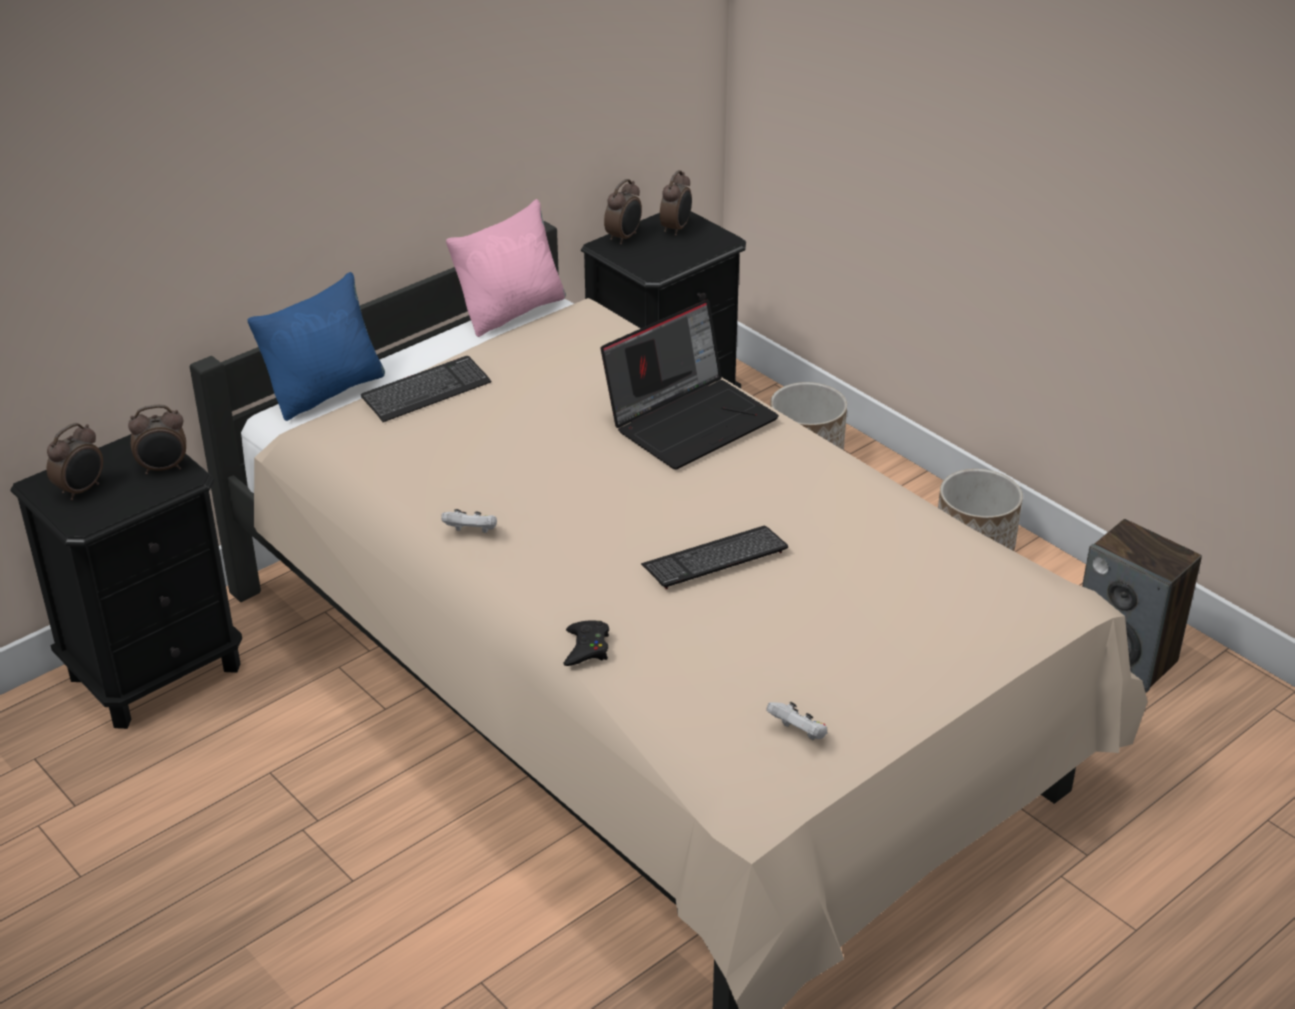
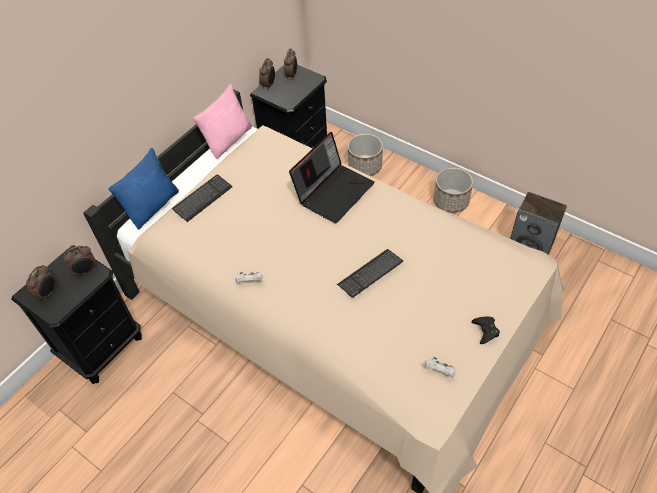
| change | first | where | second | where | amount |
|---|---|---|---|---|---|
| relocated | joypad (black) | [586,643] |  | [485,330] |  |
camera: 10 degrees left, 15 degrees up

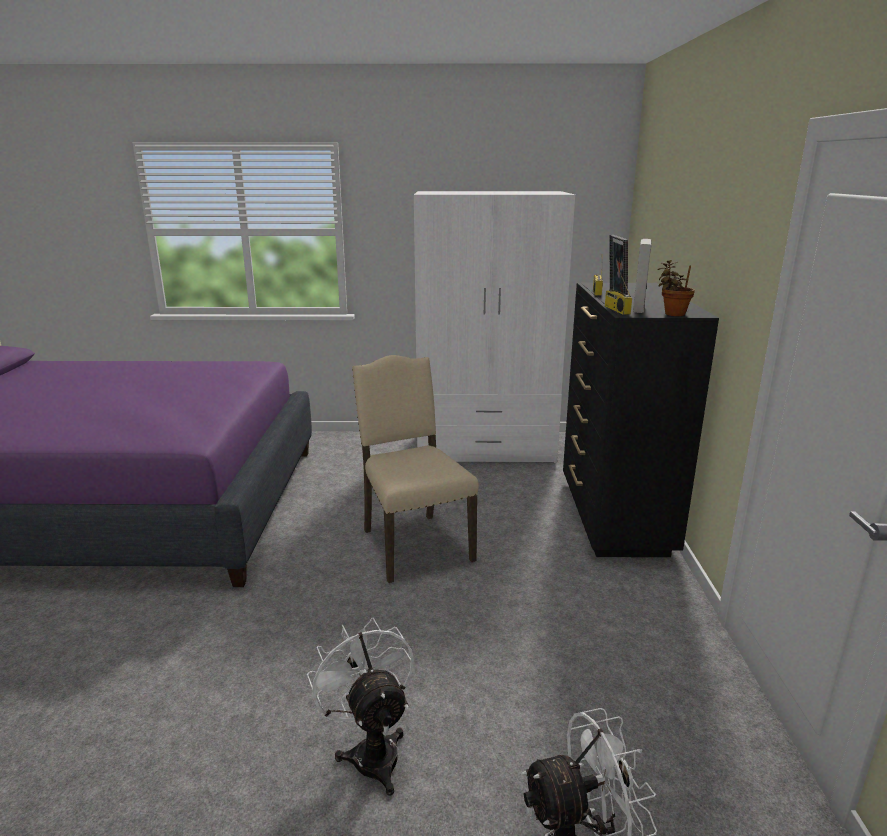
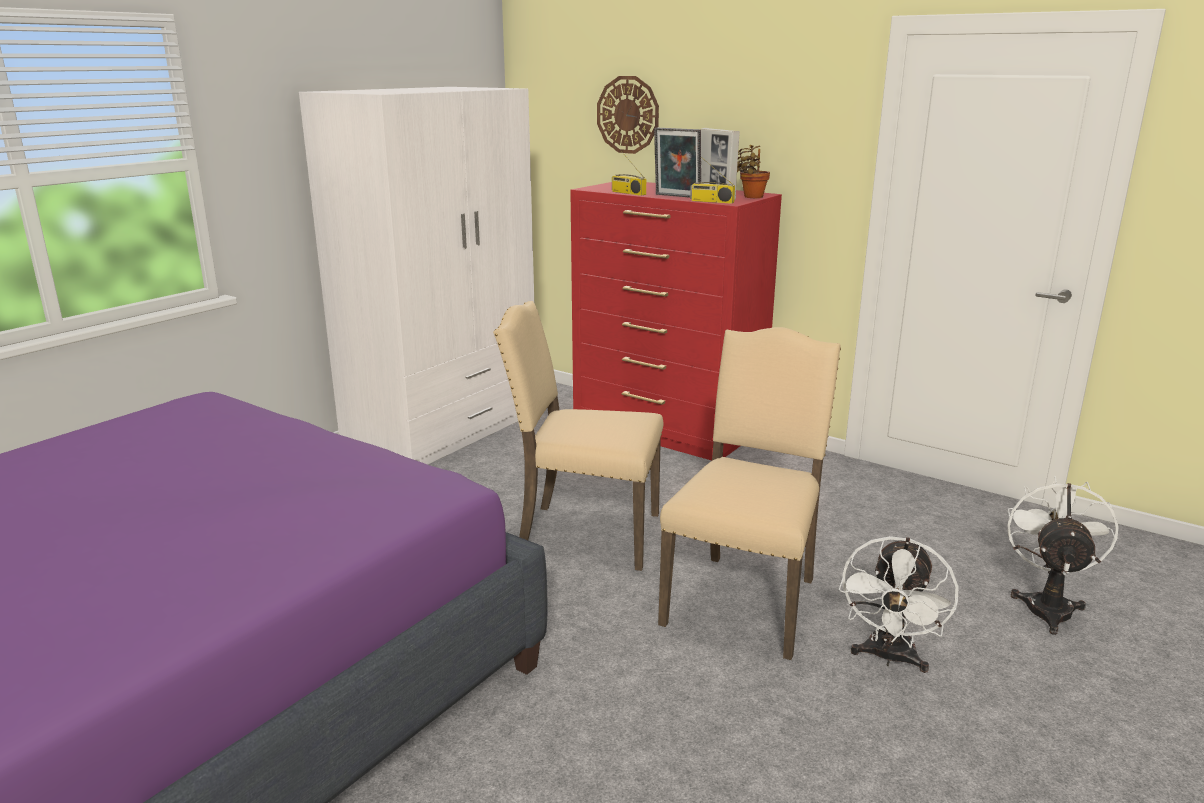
| change | first | where | second | where | amount |
|---|---|---|---|---|---|
| spun | cooling fan (white) | [360,706] |  | [898,604] | 75 degrees counterclockwise |
| colour | chest of drawers (black) | [641,420] | chest of drawers (reddish) | [676,321] |  |
| appeared |  |  | wall clock | [628,115] |  |
| appeared |  |  | plain chair (beige) | [749,493] |  |
camera: 55 degrees left, 0 degrees up

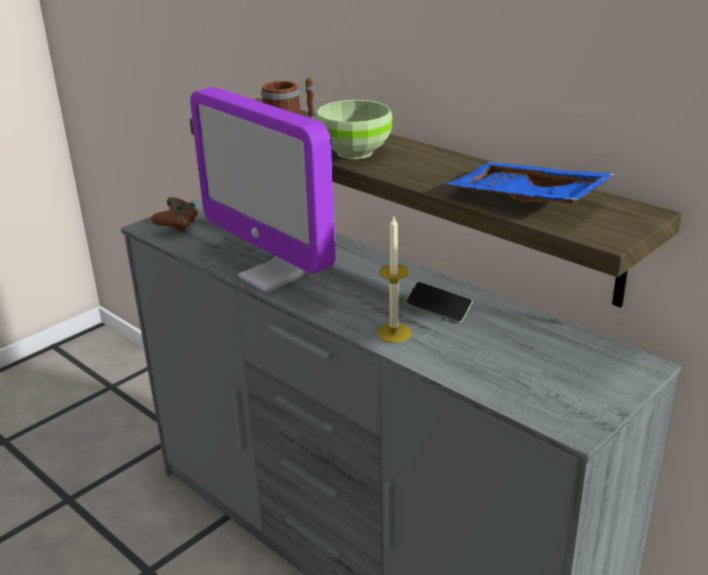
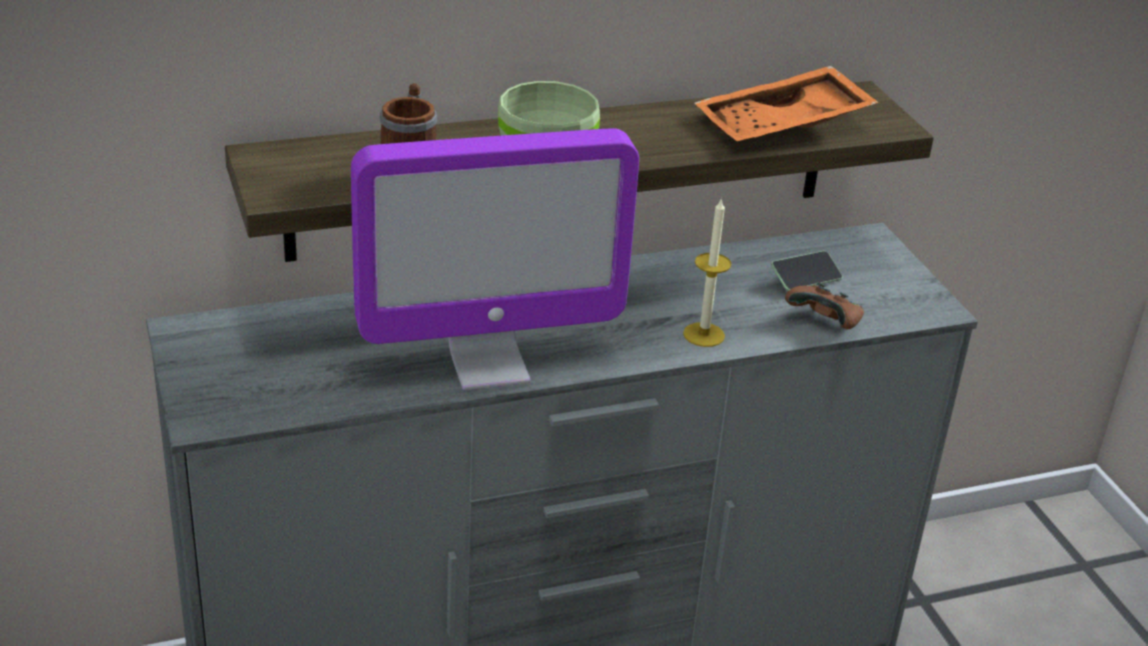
| change | first | where | second | where | amount |
|---|---|---|---|---|---|
| relocated | joypad (brownish) | [174,215] |  | [824,305] |  |
| relocated | handset | [439,302] |  | [807,271] |  |
| colour | serving tray (bluish) | [530,182] | serving tray (orange) | [786,103] |  |
camera: 65 degrees left, 5 degrees up

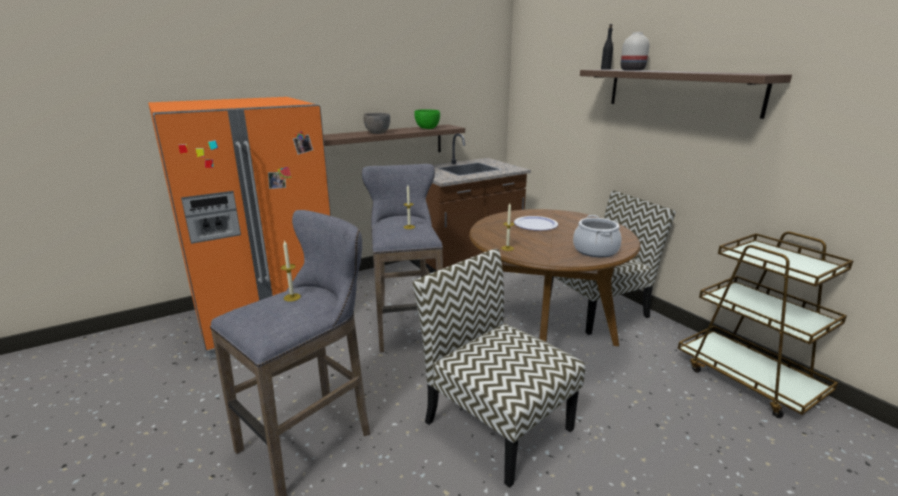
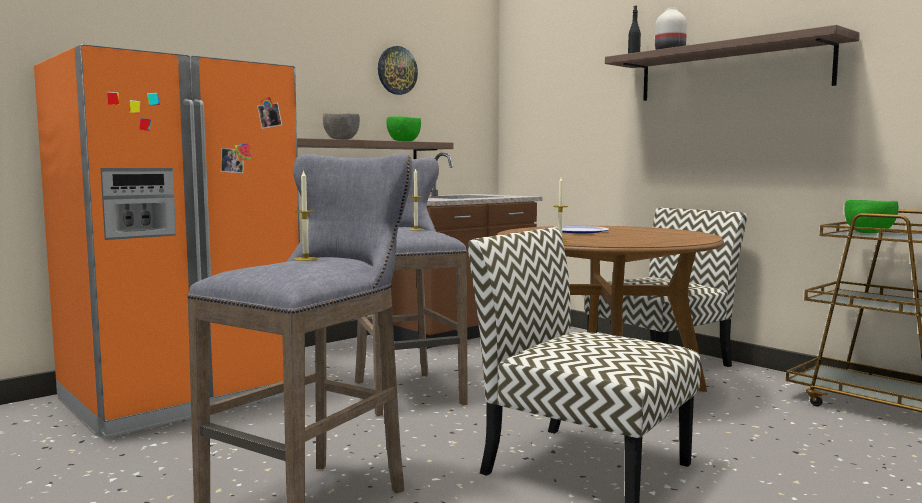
| change | first | where | second | where | amount |
|---|---|---|---|---|---|
| missing | saucepot | [597,236] |  |  |  |
| appeared |  |  | wall clock | [398,70] |  |
| appeared |  |  | bowl (green-coloured) | [871,216] |  |
camera: 10 degrees left, 15 degrees down

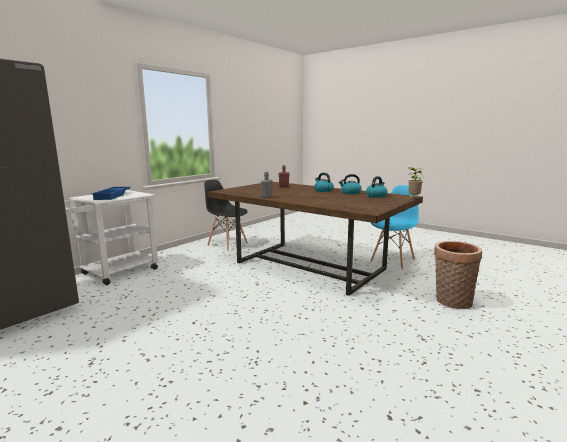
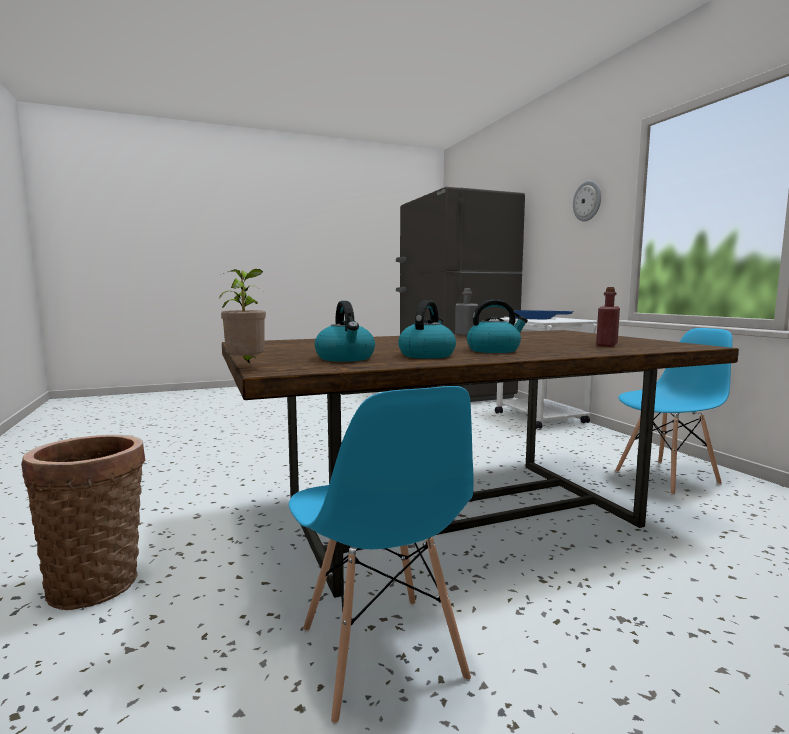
| change | first | where | second | where | amount |
|---|---|---|---|---|---|
| colour | plain chair (black) | [226,215] | plain chair (bluish) | [673,411] |  |
| appeared |  |  | wall clock | [587,201] |  |
camera: 120 degrees right, 5 degrees down

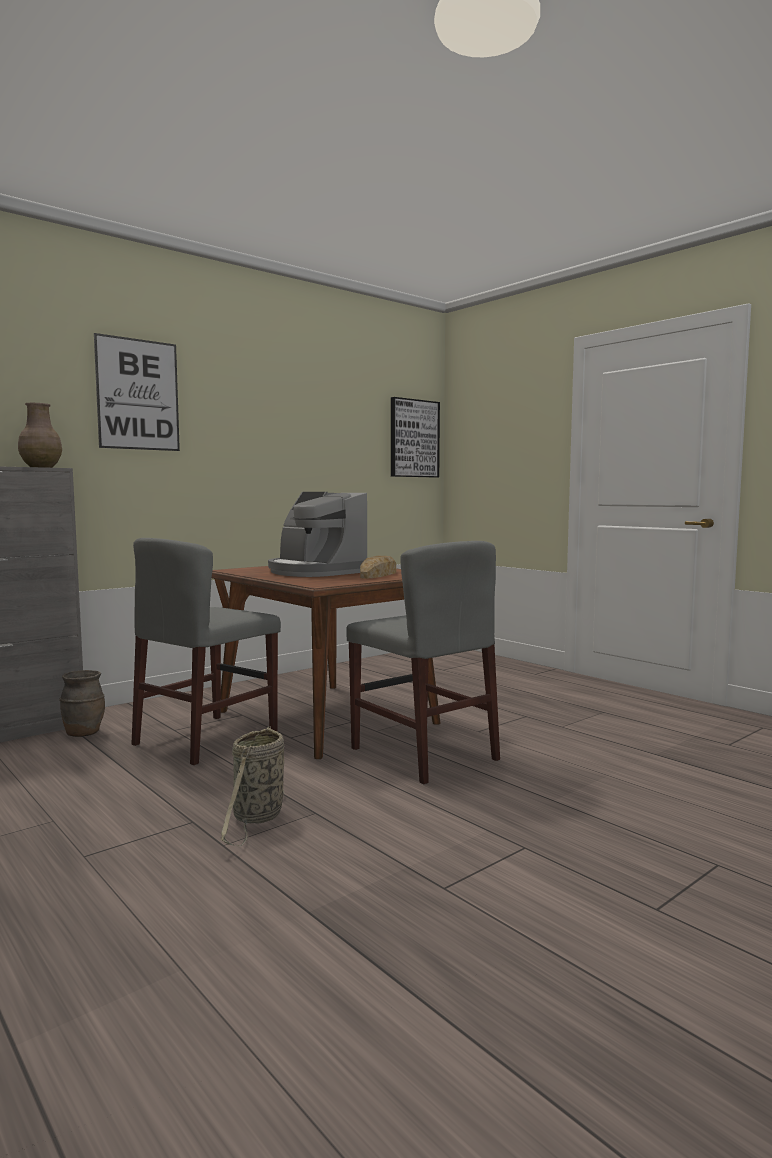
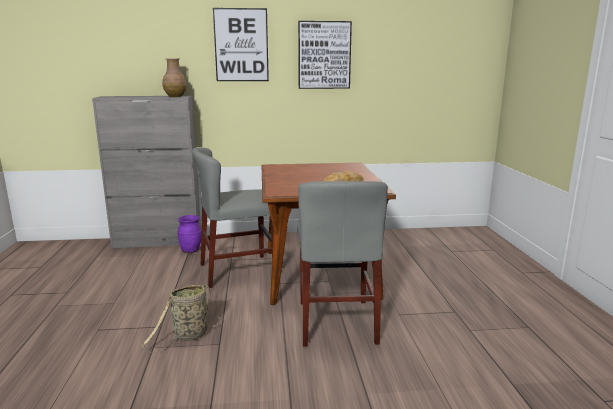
| change | first | where | second | where | amount |
|---|---|---|---|---|---|
| colour | decorative vase (brownish) | [82,703] | decorative vase (purplish) | [189,234] |  |
| missing | coffee brewer | [317,534] |  |  |  |
| relocated | wall art | [415,437] |  | [325,55] |  |
camera: 35 degrees right, 10 degrees up

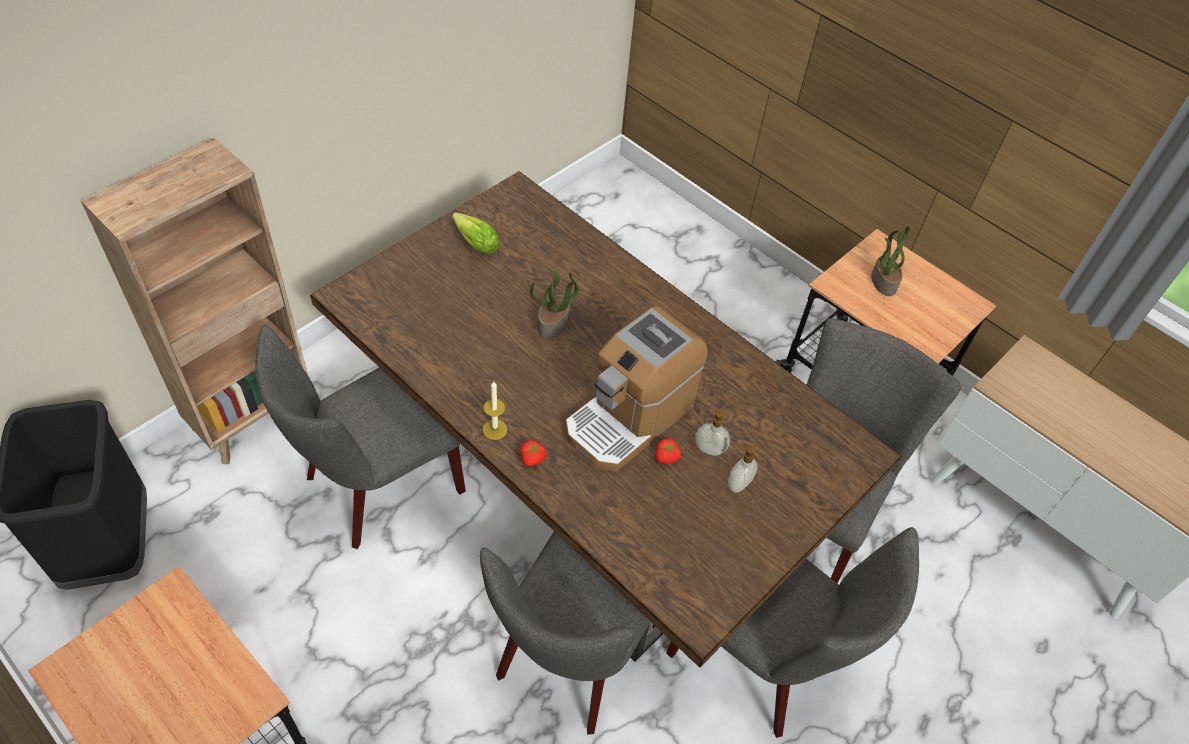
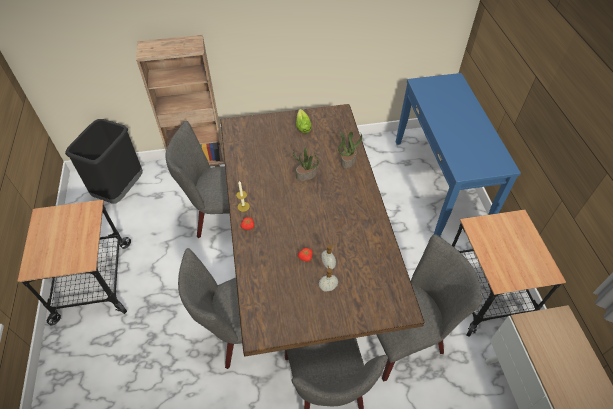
| change | first | where | second | where | amount |
|---|---|---|---|---|---|
| missing | coffee brewer | [636,389] |  |  |  |
| relocated | houseplant | [890,261] |  | [350,150] |  |
| appeared |  |  | hall table (bluish) | [458,154] |  |
camera: 40 degrees right, 0 degrees up

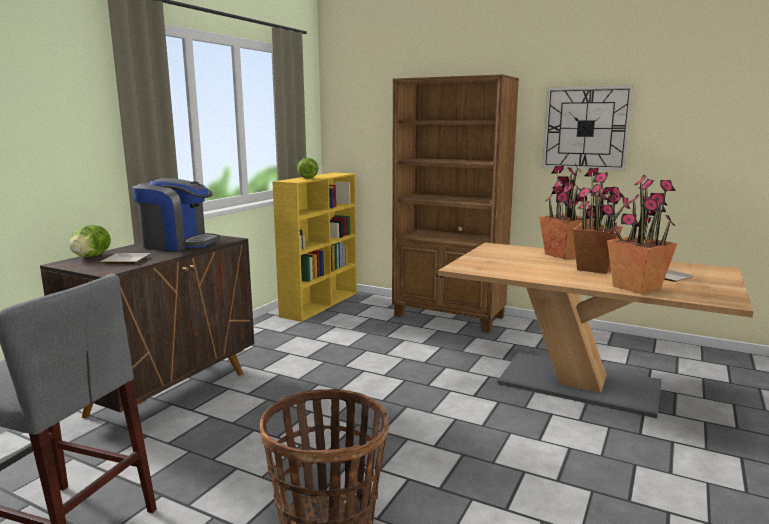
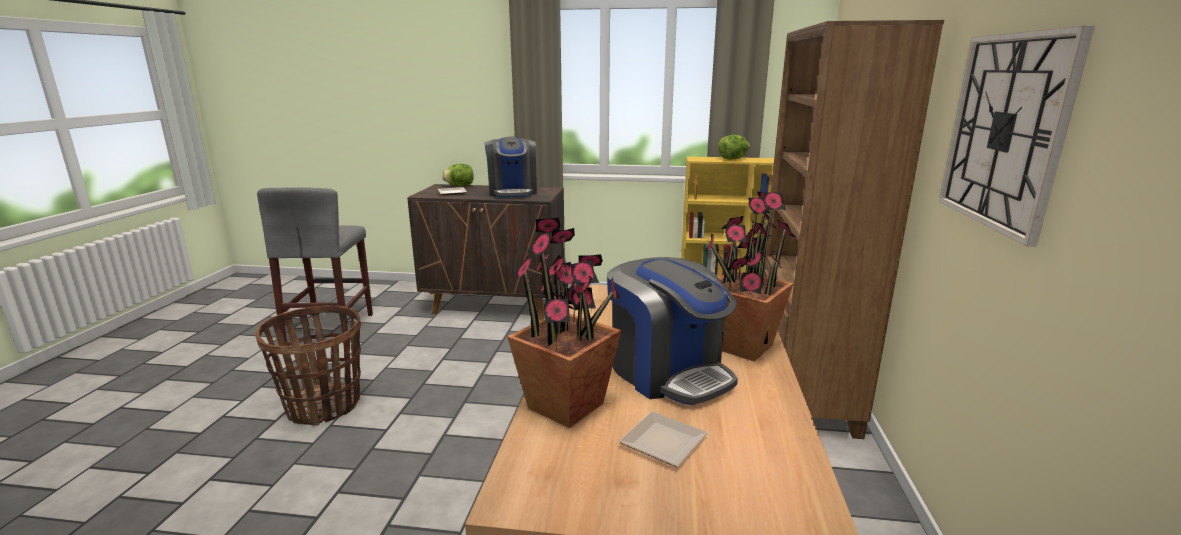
| change | first | where | second | where | amount |
|---|---|---|---|---|---|
| exchanged | houseplant | [601,221] | coffee brewer | [672,331] |  |
camera: 70 degrees right, 5 degrees up

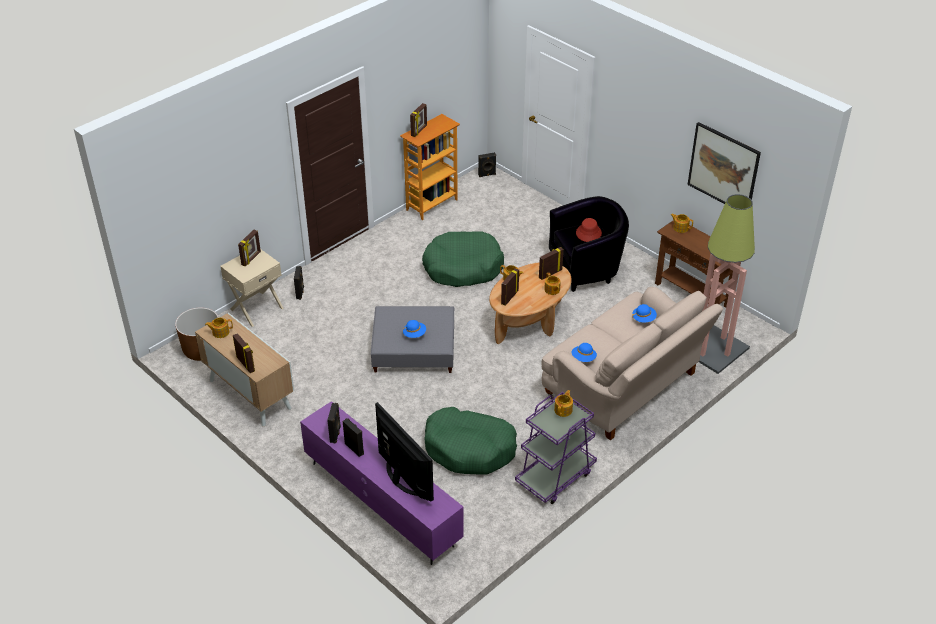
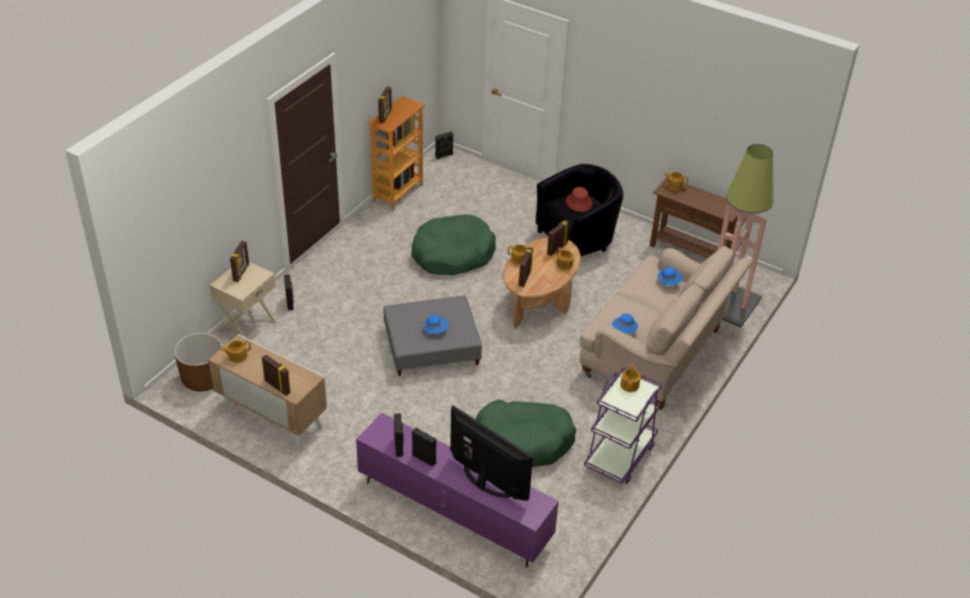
| change | first | where | second | where | amount |
|---|---|---|---|---|---|
| missing | wall art | [724,163] |  |  |  |
camera: 15 degrees left, 0 degrees up

